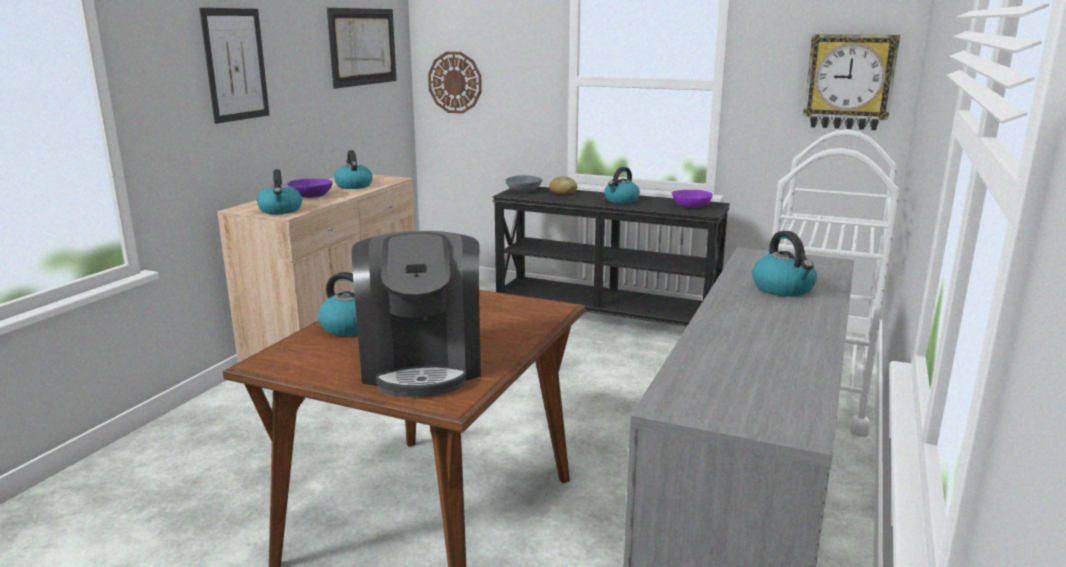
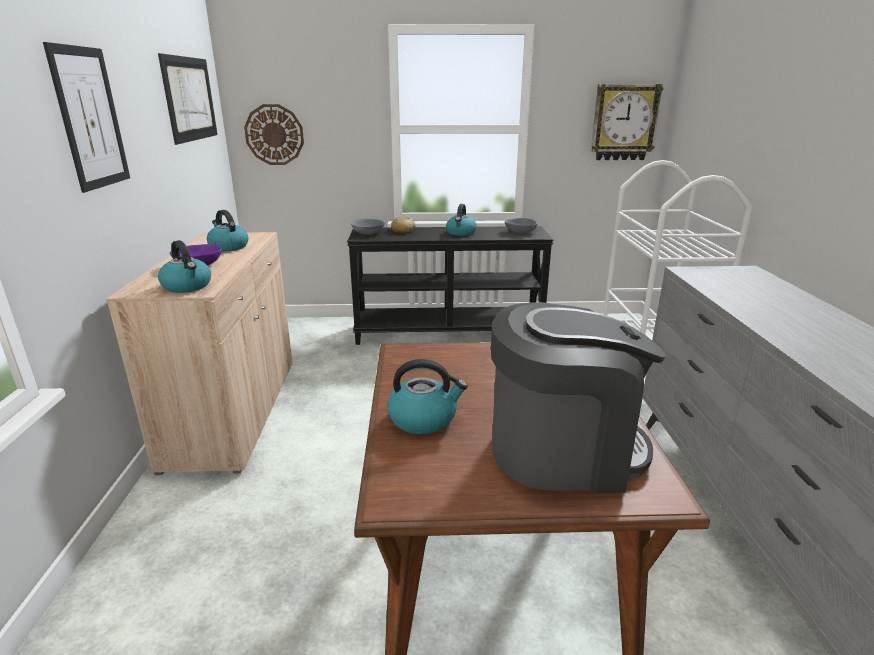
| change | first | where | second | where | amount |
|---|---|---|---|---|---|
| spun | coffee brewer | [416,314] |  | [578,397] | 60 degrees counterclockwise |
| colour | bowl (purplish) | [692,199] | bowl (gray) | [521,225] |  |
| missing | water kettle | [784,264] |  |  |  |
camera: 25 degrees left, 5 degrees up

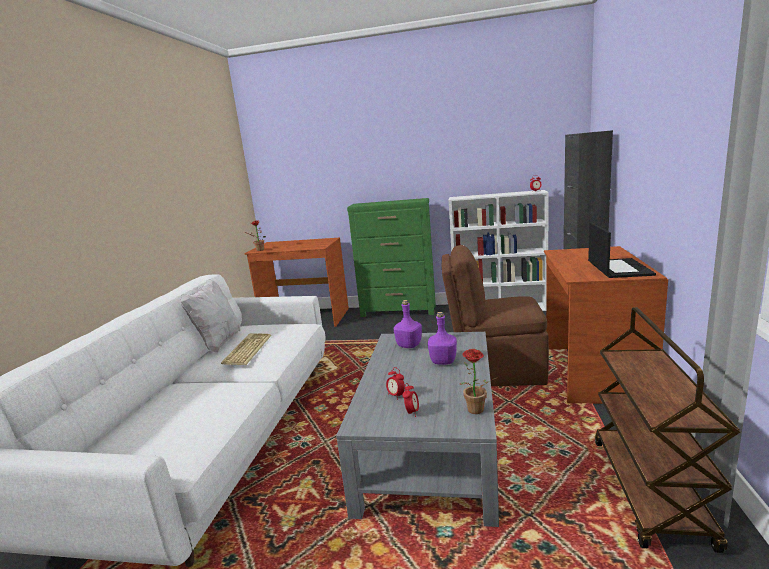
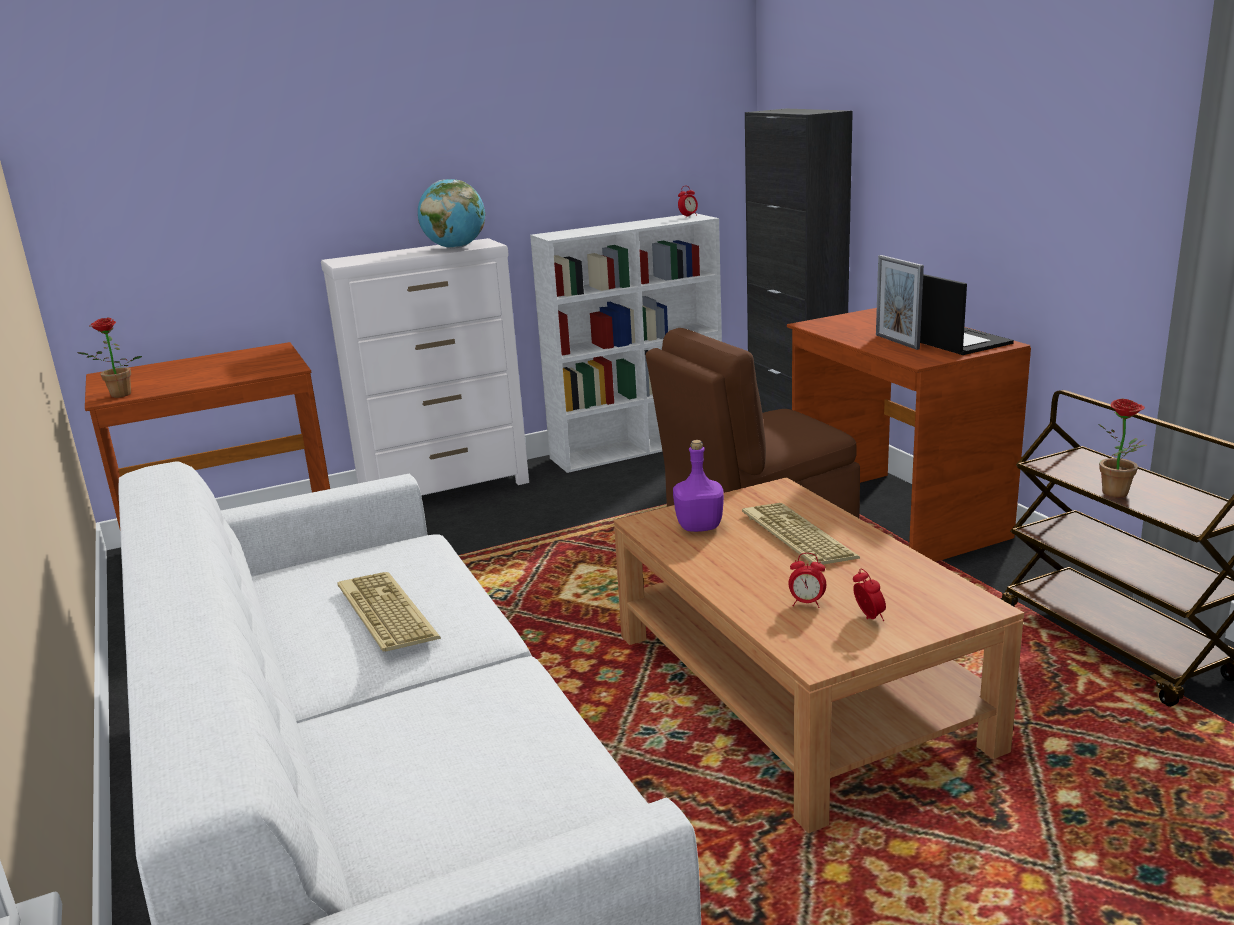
| change | first | where | second | where | amount |
|---|---|---|---|---|---|
| missing | throw pillow (white) | [210,316] |  |  |  |
| colour | lounge table (gray) | [417,429] | lounge table (brownish) | [819,655] |  |
| colour | chest of drawers (green-coloured) | [391,257] | chest of drawers (white) | [425,367] |  |
| exchanged | beverage bottle (purplish) | [442,338] | PC keyboard | [801,534] |  |
| relocated | houseplant | [478,381] |  | [1122,448] |  |
| appeared |  |  | world globe | [451,213] |  |
| appeared |  |  | photo frame | [900,302] |  |
camera: 35 degrees left, 5 degrees up

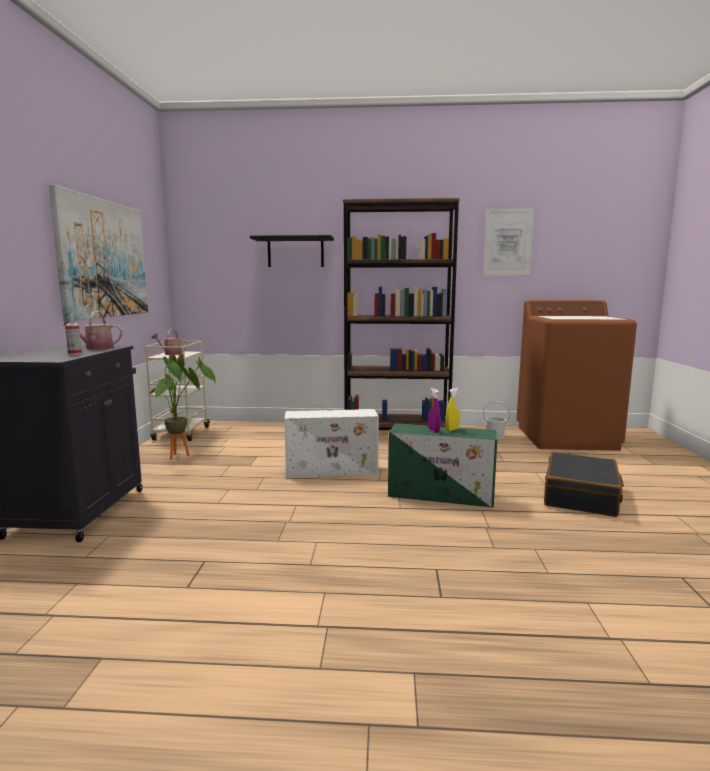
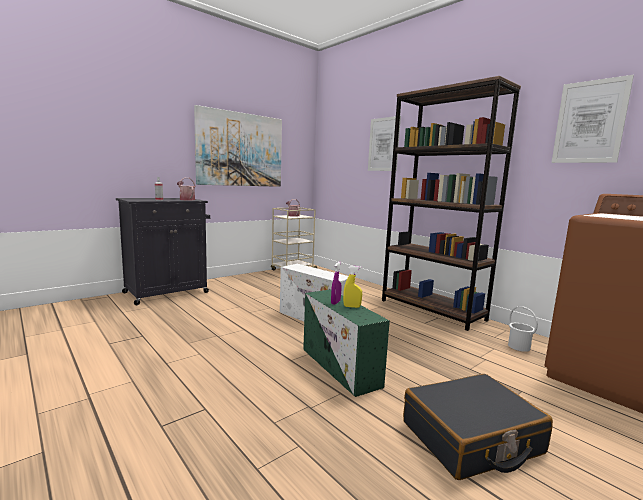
| change | first | where | second | where | amount |
|---|---|---|---|---|---|
| missing | houseplant | [183,407] |  |  |  |
| exchanged | bracket shelf (black) | [292,251] | wall art | [384,143] |  |
camera: 45 degrees right, 0 degrees up

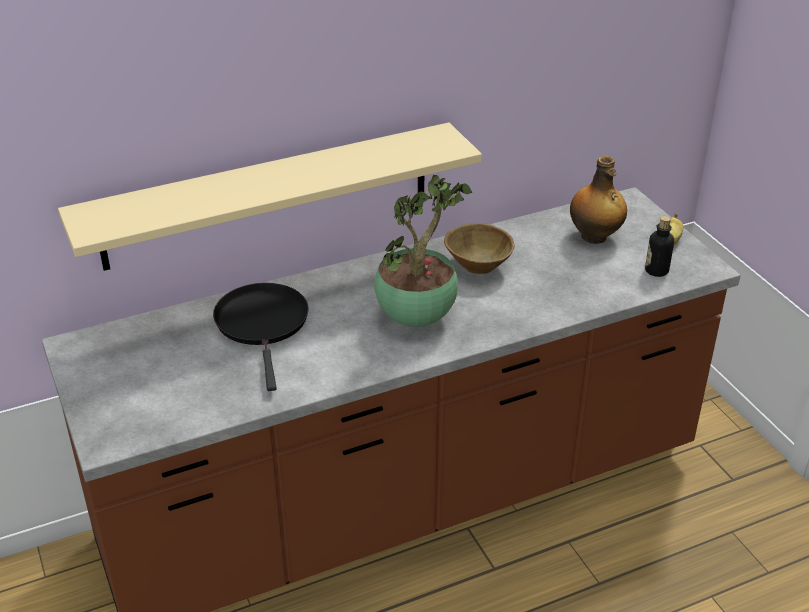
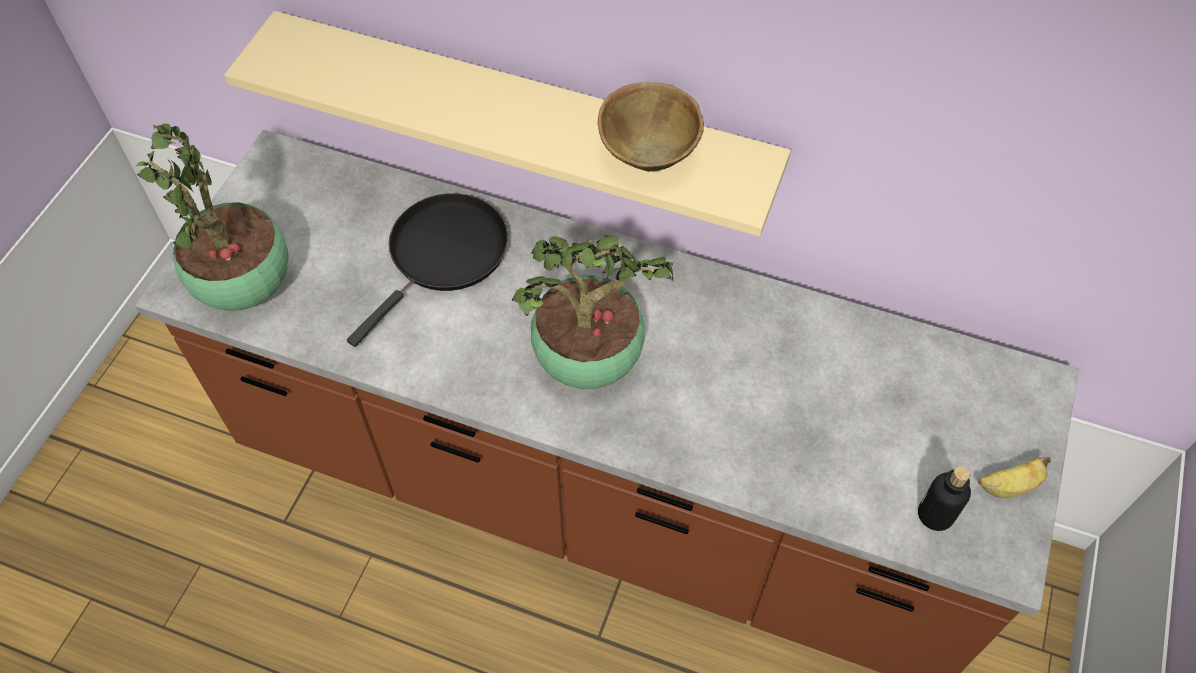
| change | first | where | second | where | amount |
|---|---|---|---|---|---|
| relocated | bowl (brownish) | [479,248] |  | [651,127] |  |
| missing | beverage bottle | [598,200] |  |  |  |
| appeared |  |  | houseplant | [212,217] |  |
camera: 45 degrees right, 20 degrees up

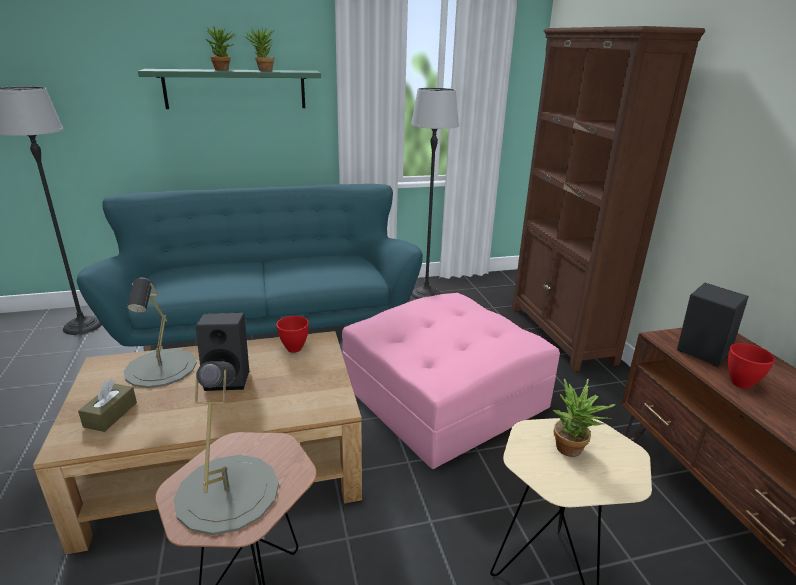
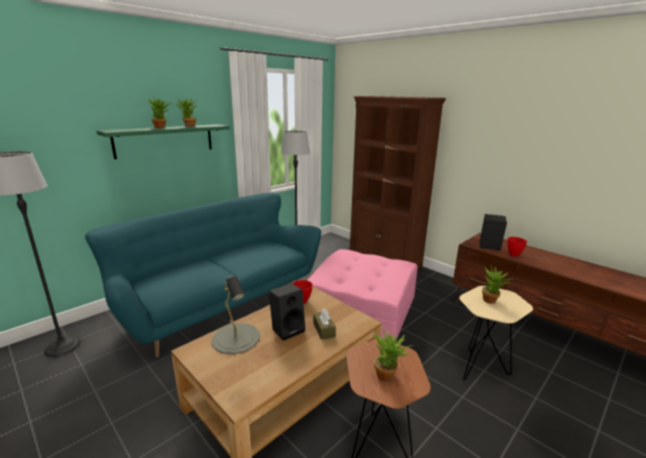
| change | first | where | second | where | amount |
|---|---|---|---|---|---|
| relocated | tissue box (brownish) | [107,405] |  | [324,324] |  |
| exchanged | tabletop lamp (gray) | [226,448] | houseplant | [393,353] |  |
camera: 30 degrees left, 5 degrees down

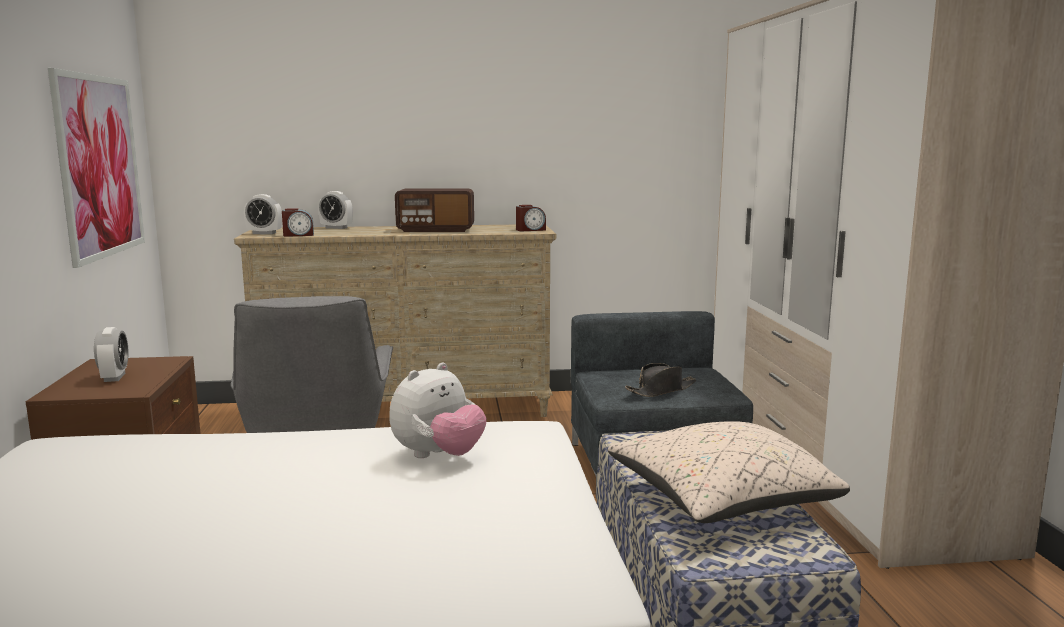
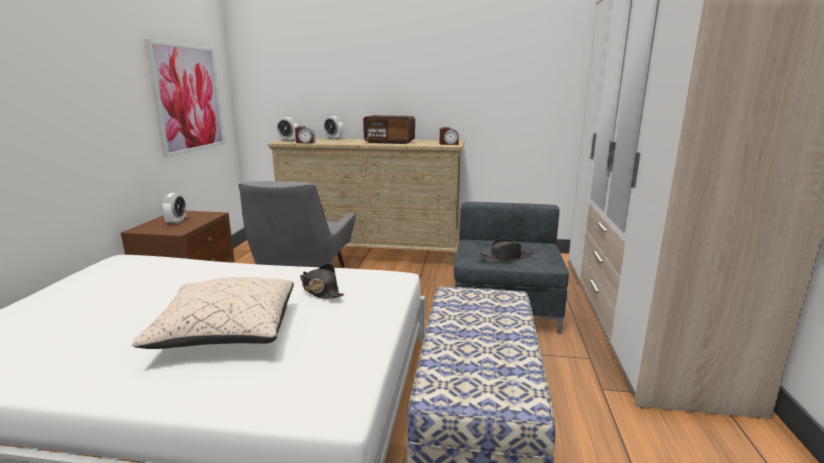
| change | first | where | second | where | amount |
|---|---|---|---|---|---|
| exchanged | soft toy | [438,410] | wearable hat (black) | [322,281] |  |
| relocated | throw pillow (beige) | [729,472] |  | [213,313] |  |
camera: 15 degrees right, 5 degrees up

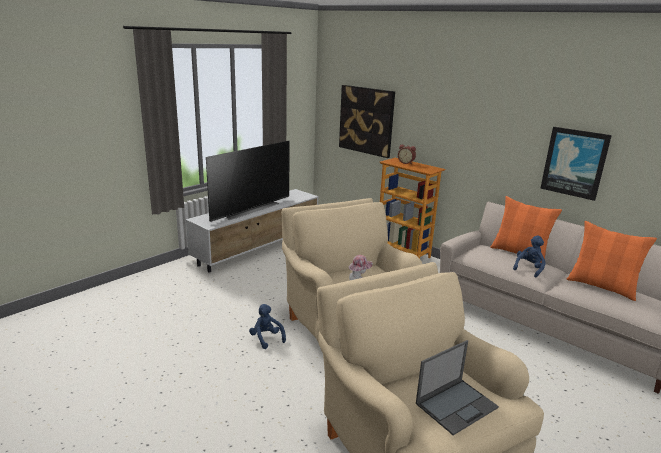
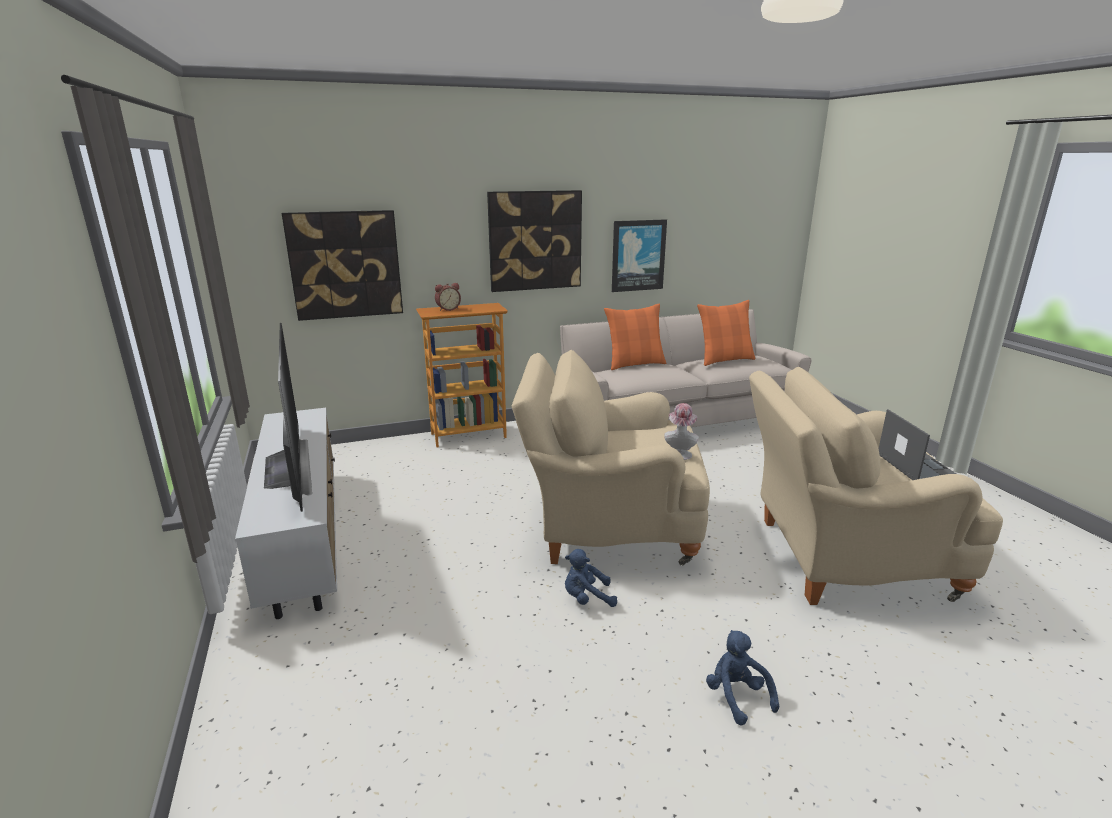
| change | first | where | second | where | amount |
|---|---|---|---|---|---|
| relocated | soft toy (bluish) | [529,256] |  | [742,677] |  |
| appeared |  |  | wall art | [534,241] |  |
camera: 60 degrees left, 0 degrees up

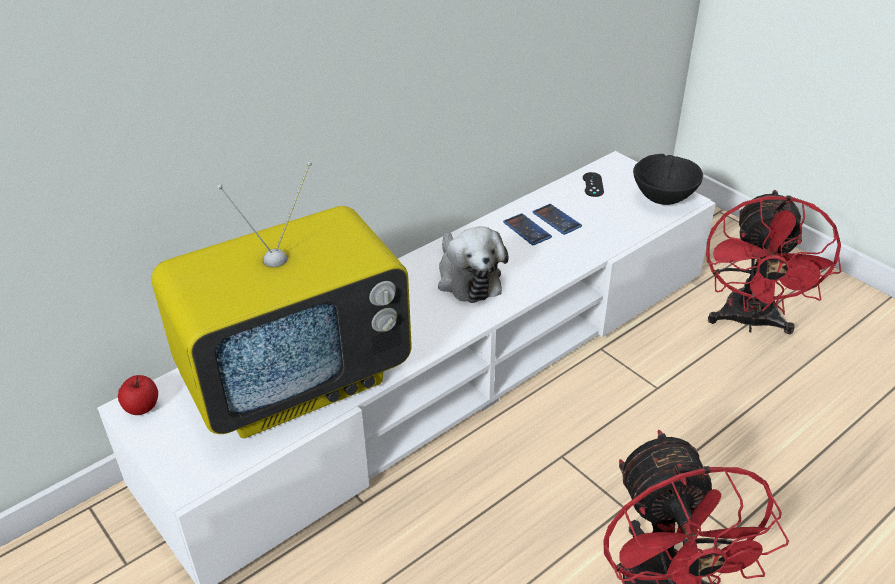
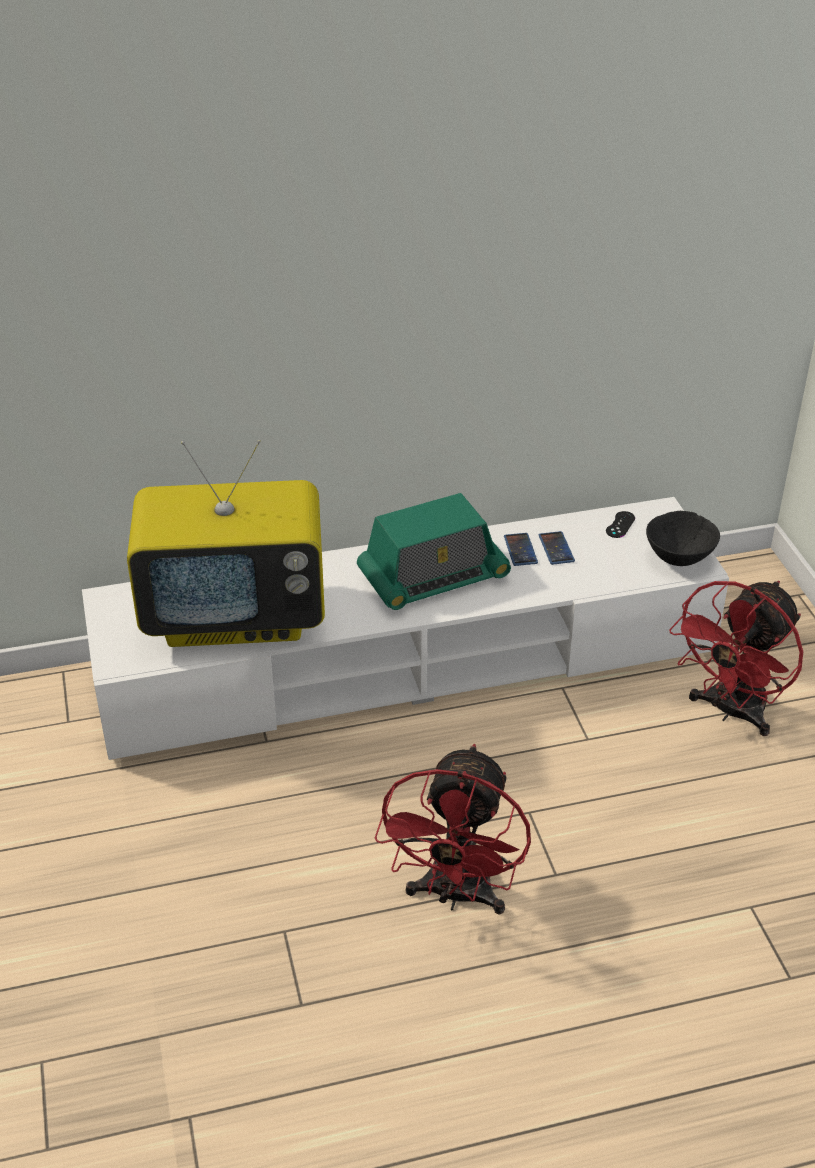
| change | first | where | second | where | amount |
|---|---|---|---|---|---|
| missing | apple fruit | [138,395] |  |  |  |
| exchanged | soft toy | [473,264] | radio receiver | [434,551] |  |
camera: 25 degrees right, 0 degrees up

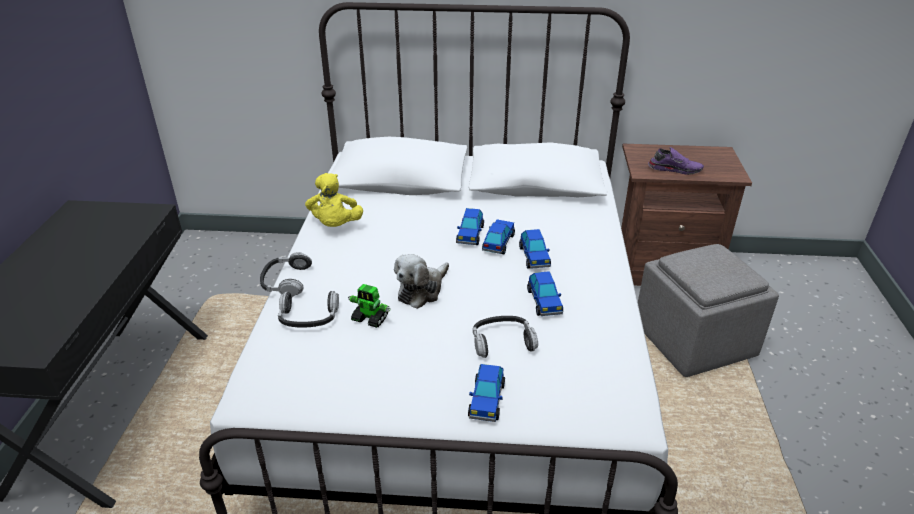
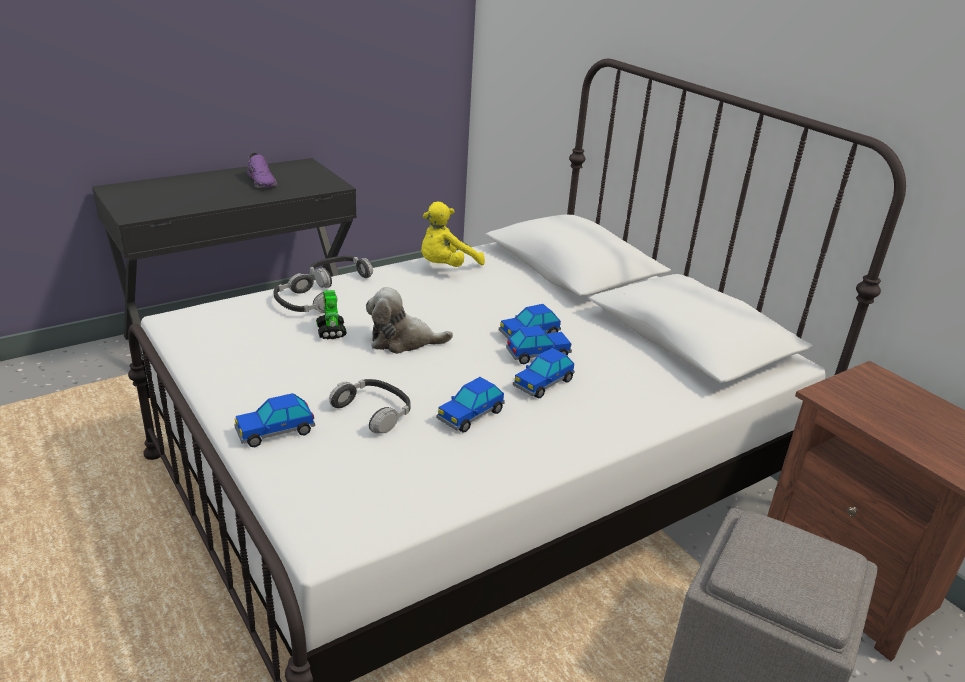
| change | first | where | second | where | amount |
|---|---|---|---|---|---|
| relocated | item of footwear (purplish) | [676,161] |  | [262,170] |  |
camera: 50 degrees right, 5 degrees down

